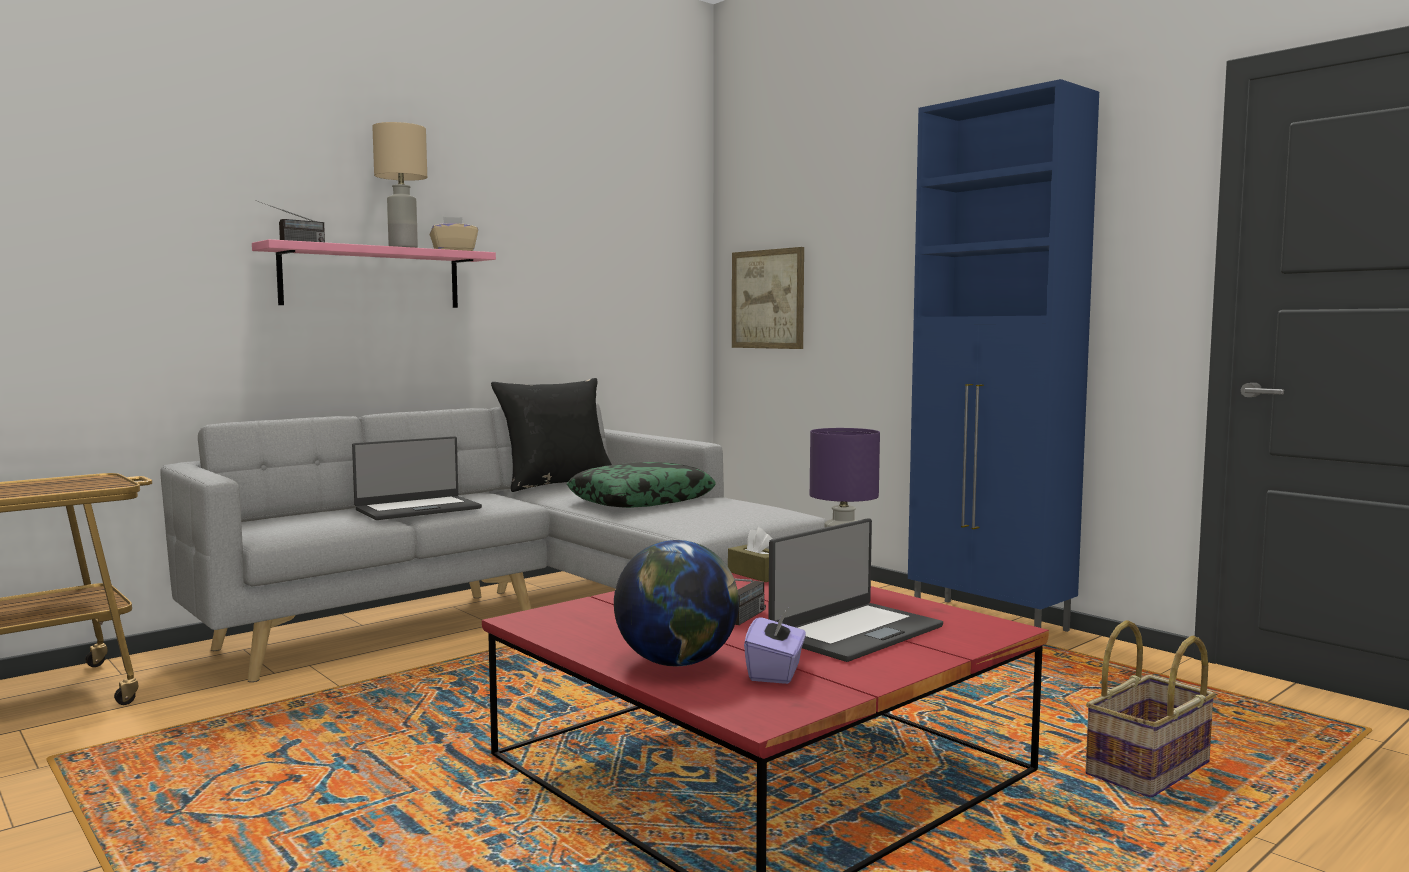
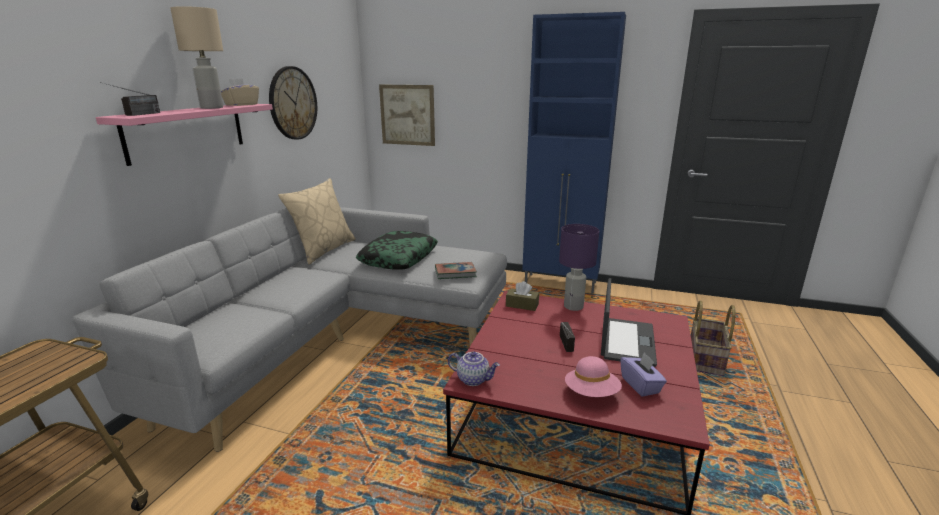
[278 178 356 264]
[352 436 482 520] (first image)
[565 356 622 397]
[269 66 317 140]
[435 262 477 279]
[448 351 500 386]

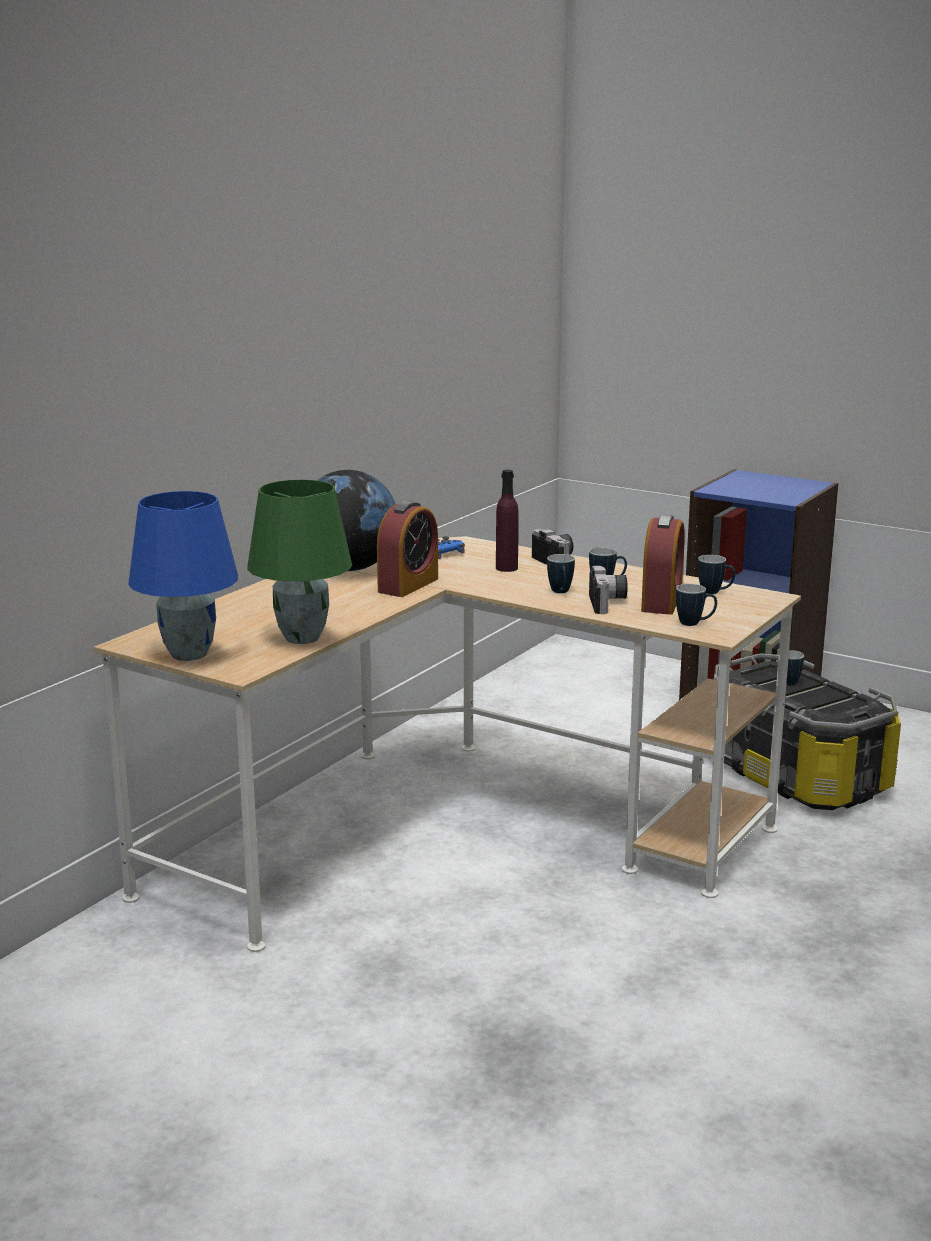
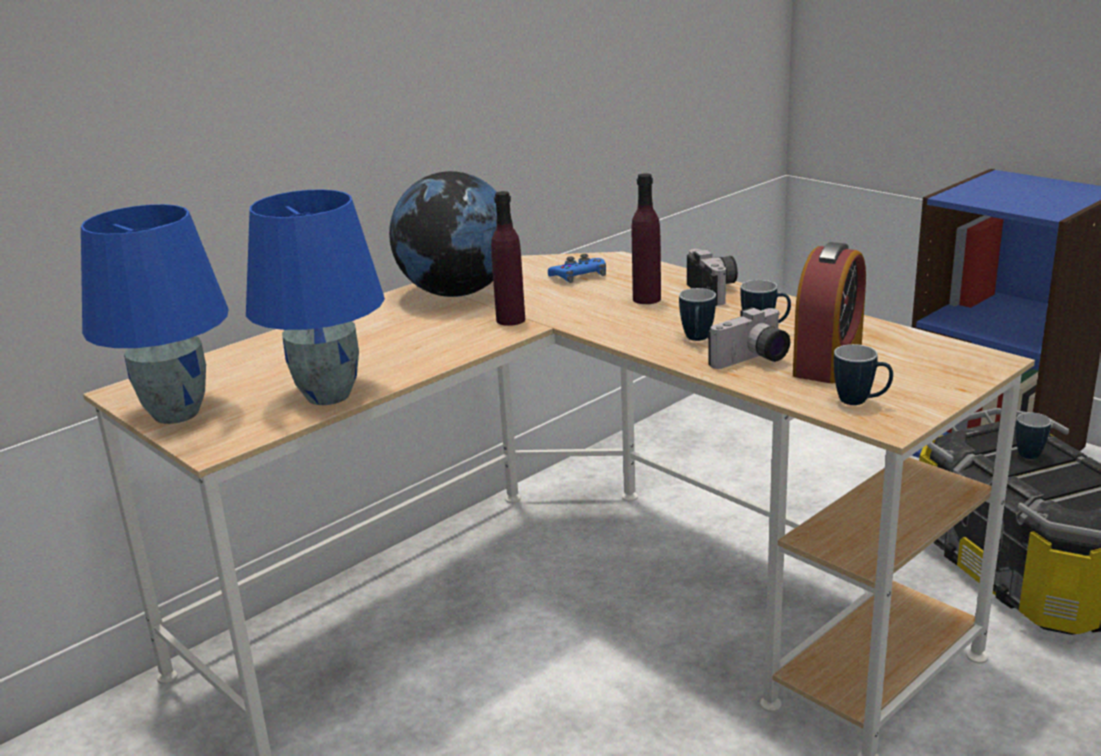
[246 189 385 405]
[491 191 525 326]
[698 555 735 594] (first image)
[708 307 790 369]

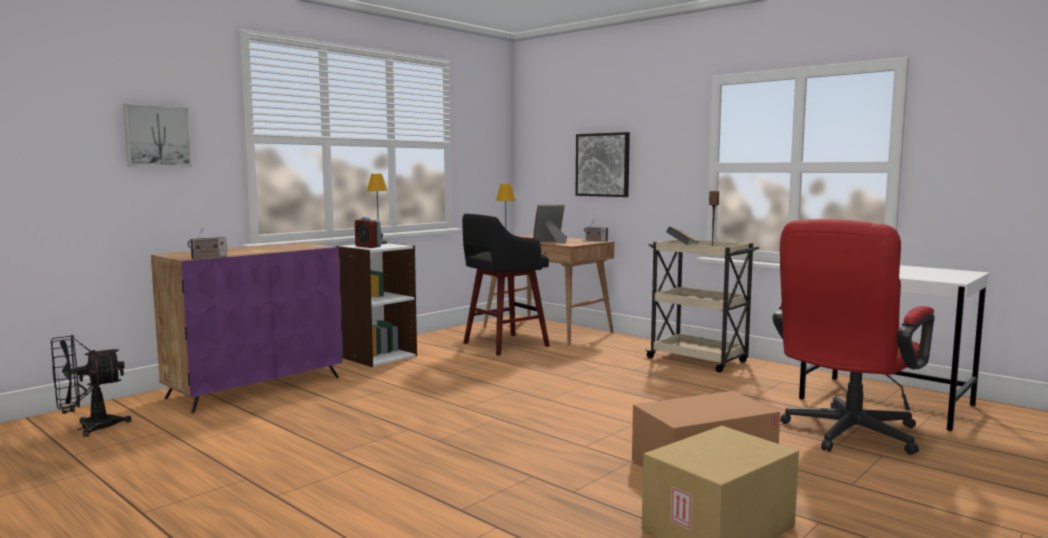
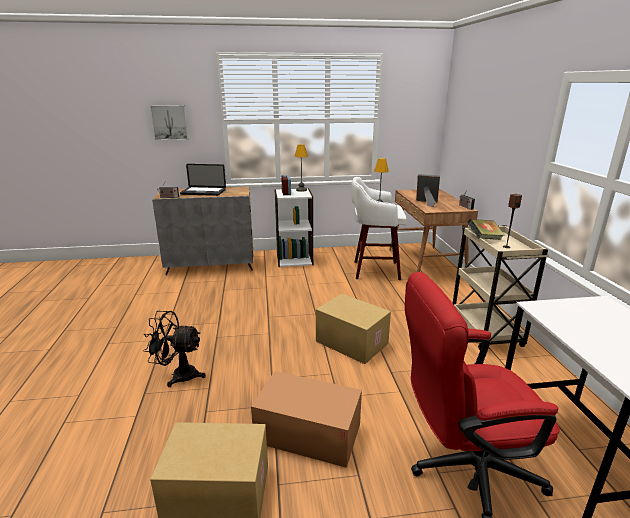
[576 132 630 197] (first image)
[351 177 407 280]
[152 187 253 275]
[143 311 206 387]
[180 164 226 196]
[316 294 391 364]

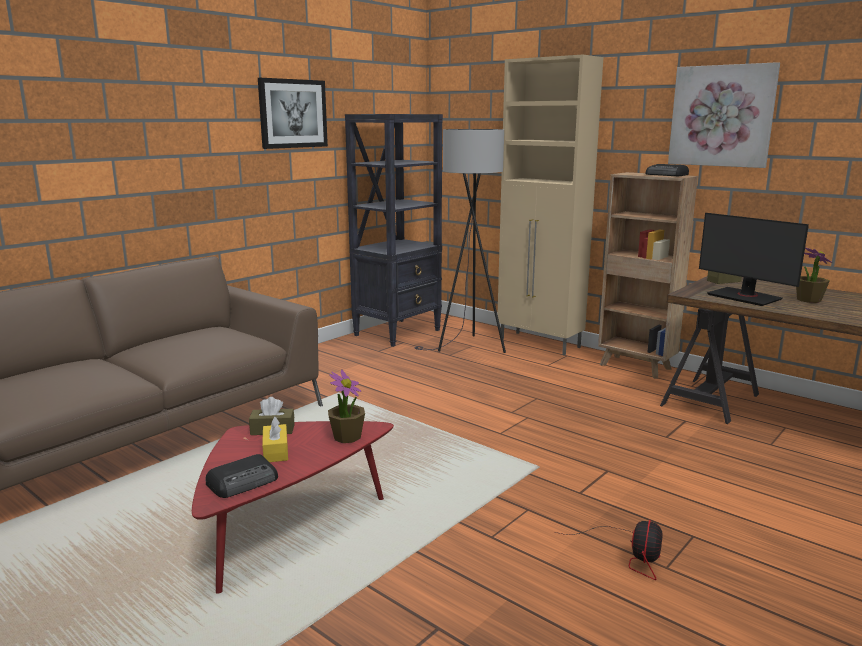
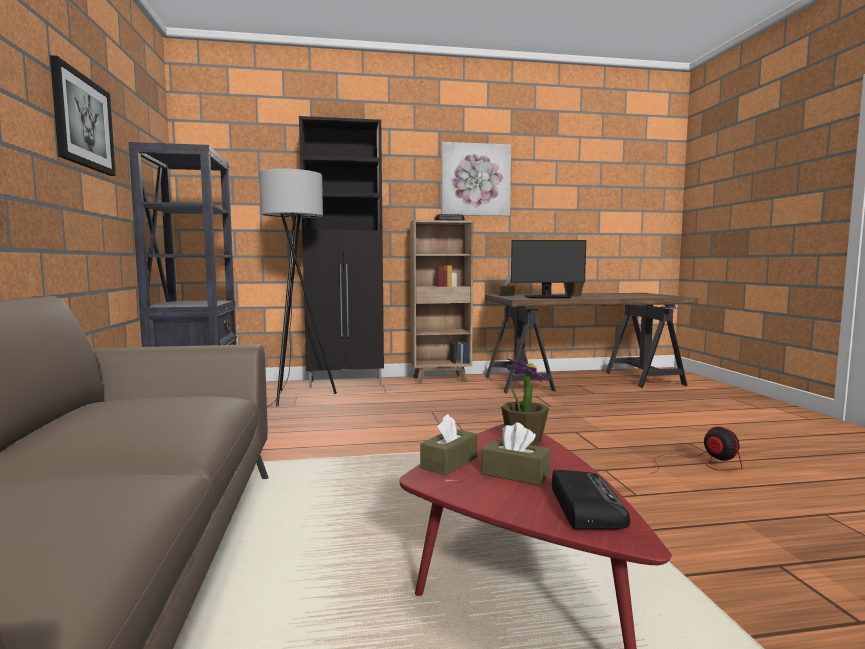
[299 116 384 388]
[482 422 551 486]

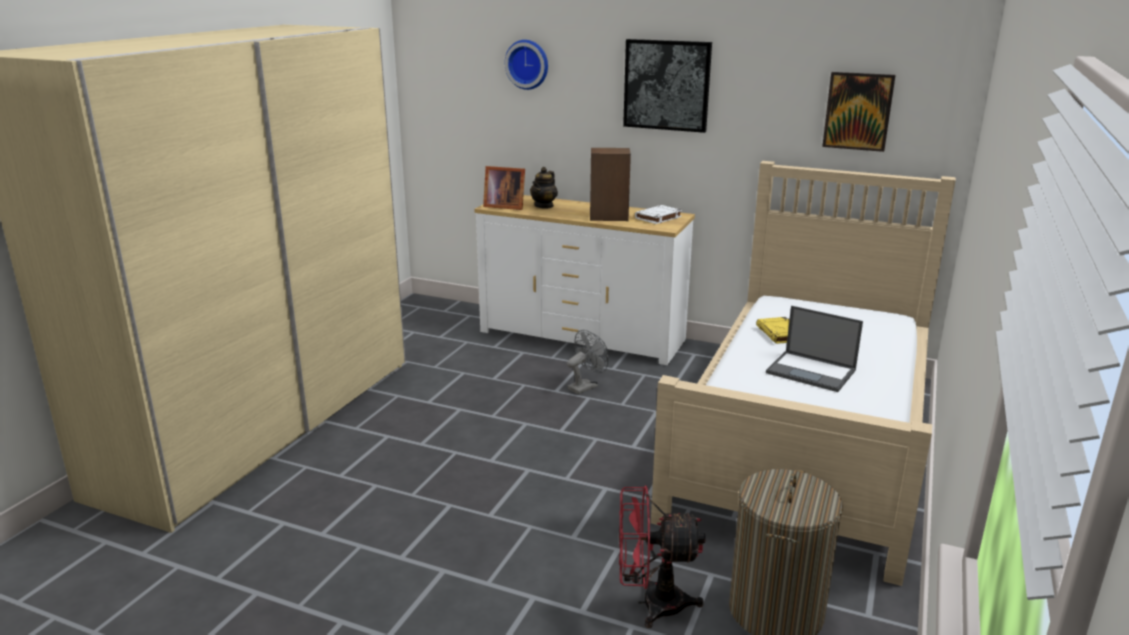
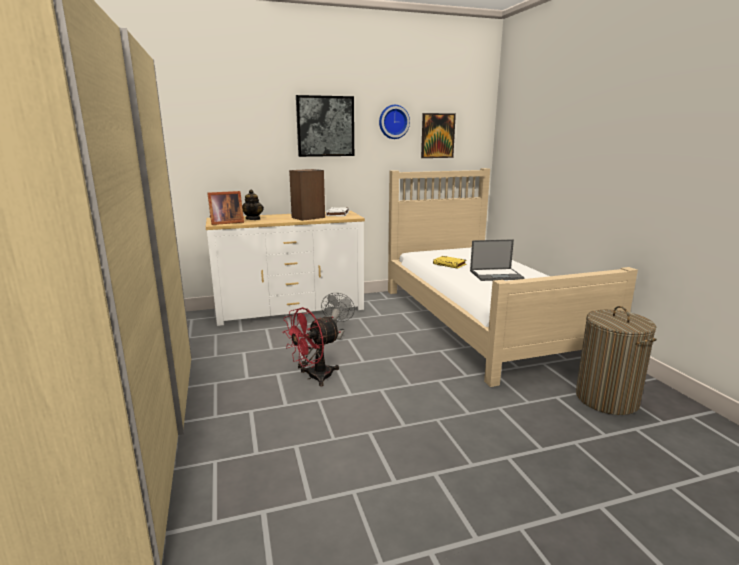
[379 105 410 139]
[282 307 340 386]

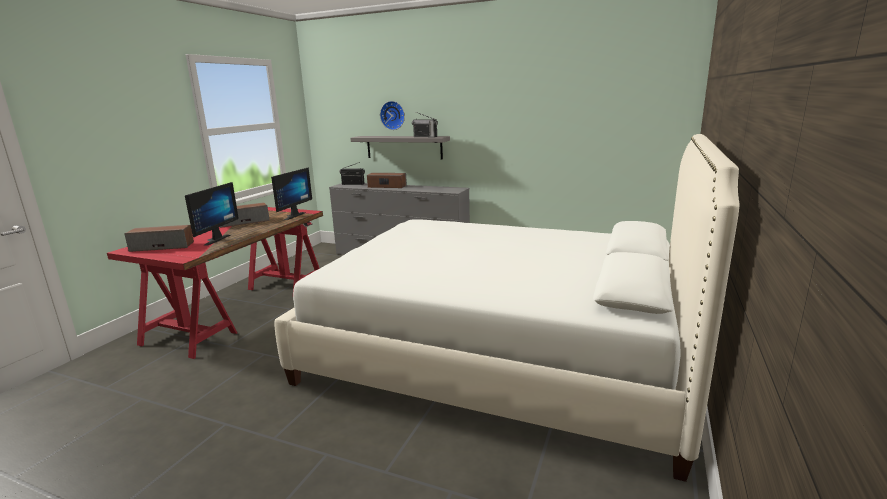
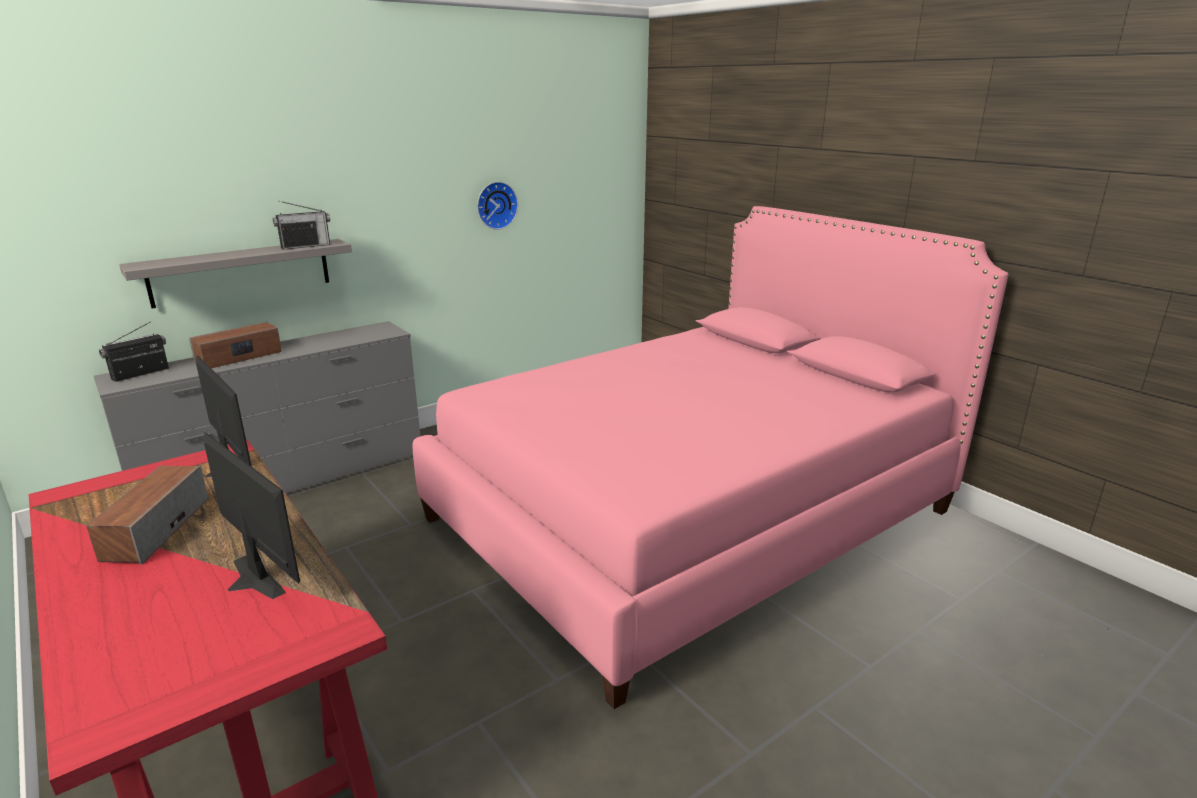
[477 182 518 230]
[413 206 1009 709]
[124 225 194 252] (first image)

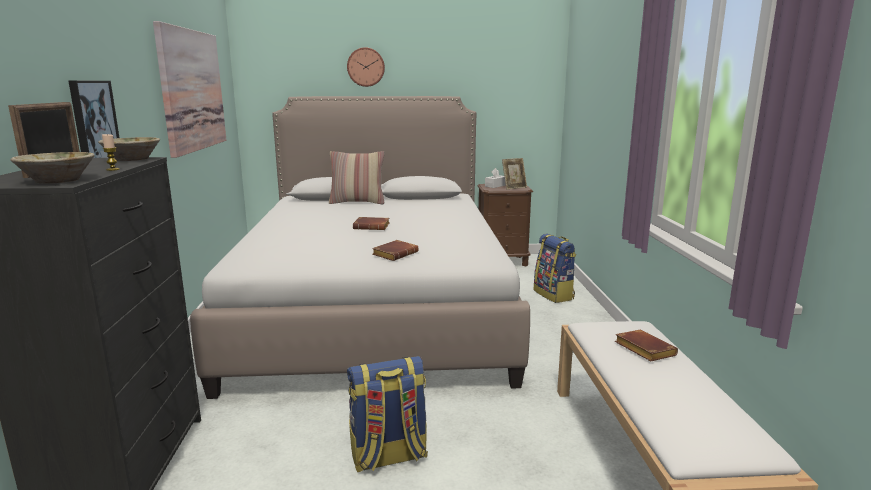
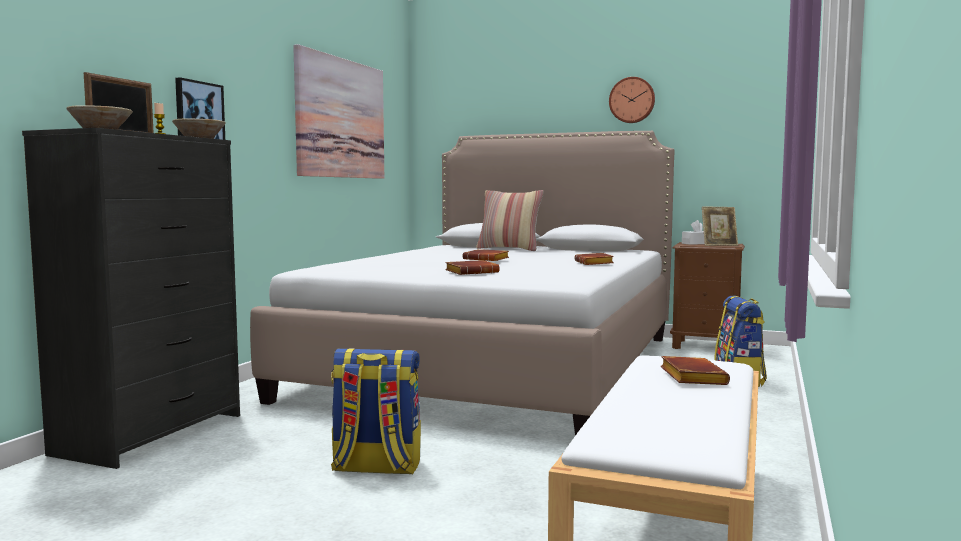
[609 77 655 123]
[574 253 614 265]

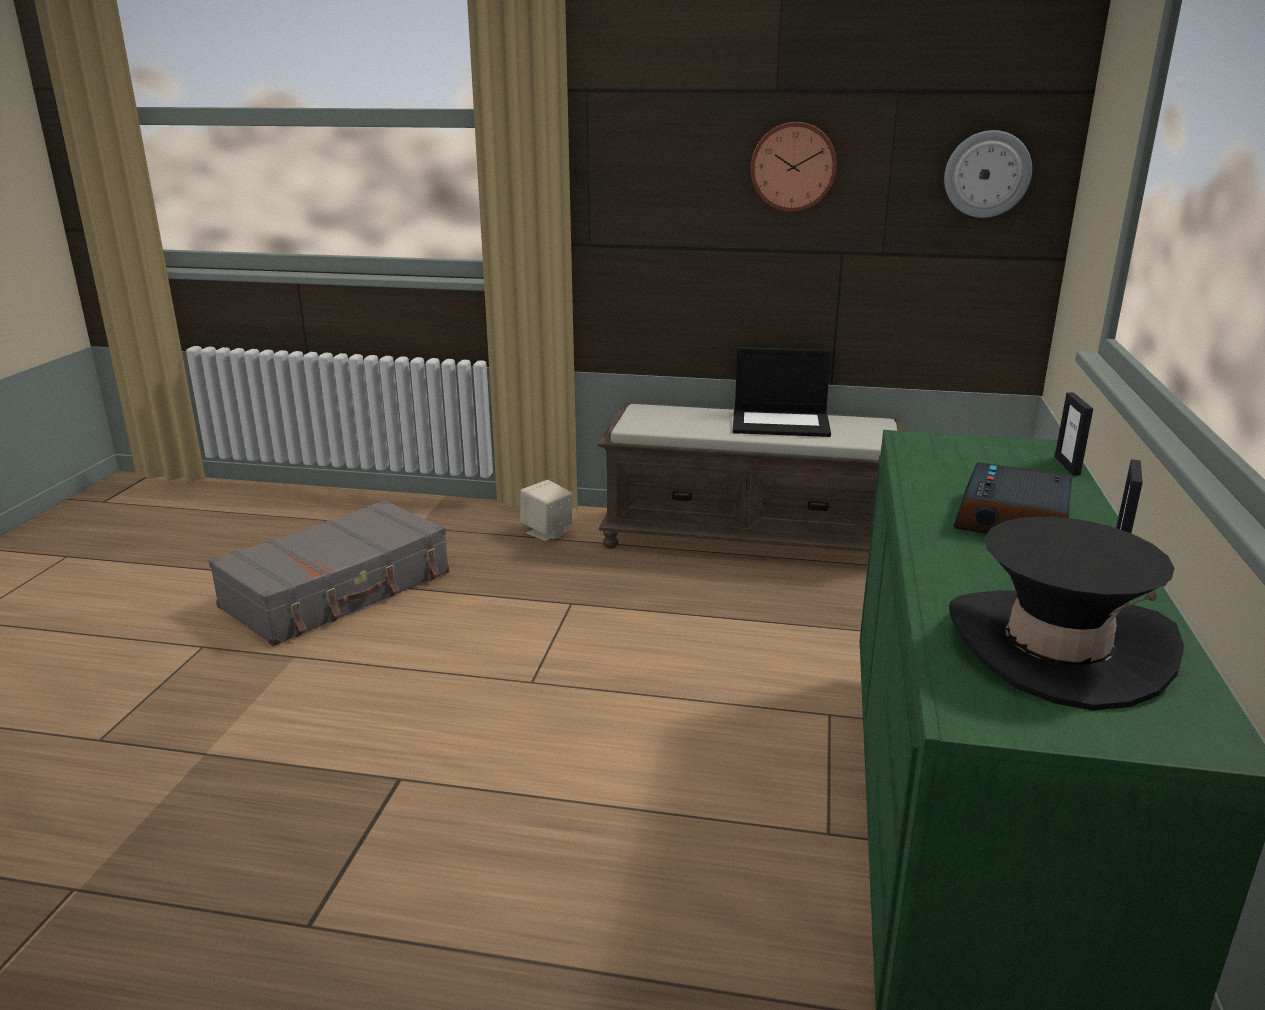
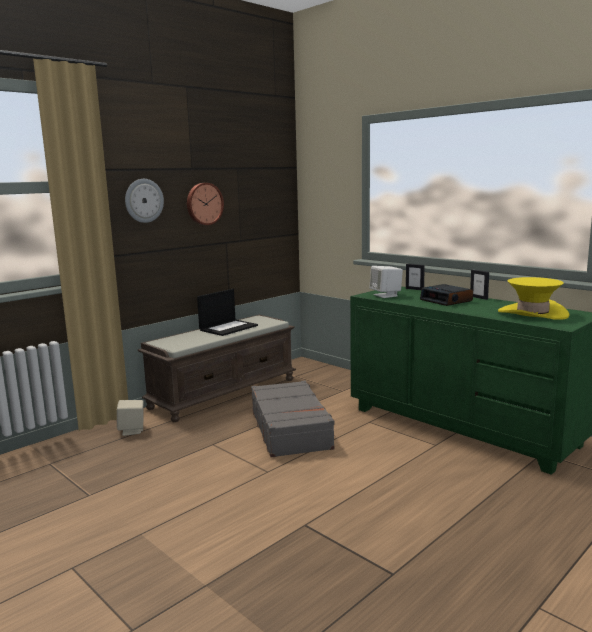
[125 179 164 223]
[251 381 336 458]
[498 277 569 320]
[369 266 403 298]

